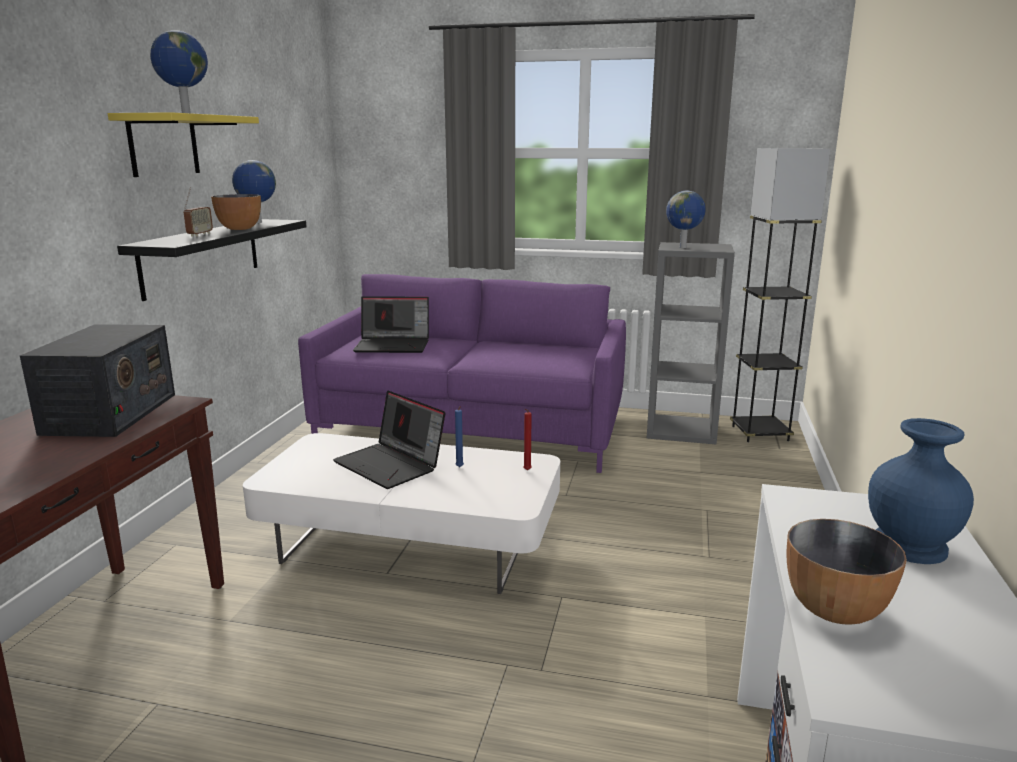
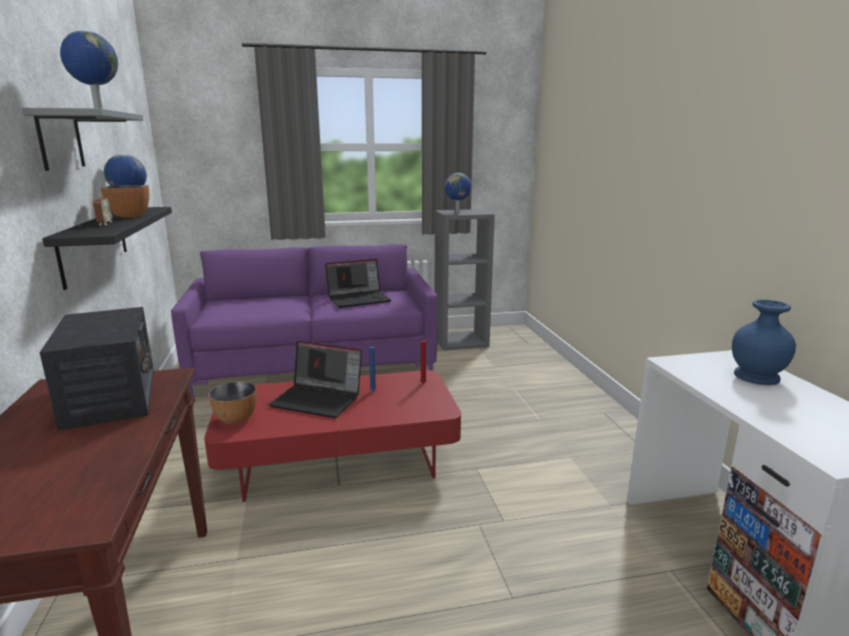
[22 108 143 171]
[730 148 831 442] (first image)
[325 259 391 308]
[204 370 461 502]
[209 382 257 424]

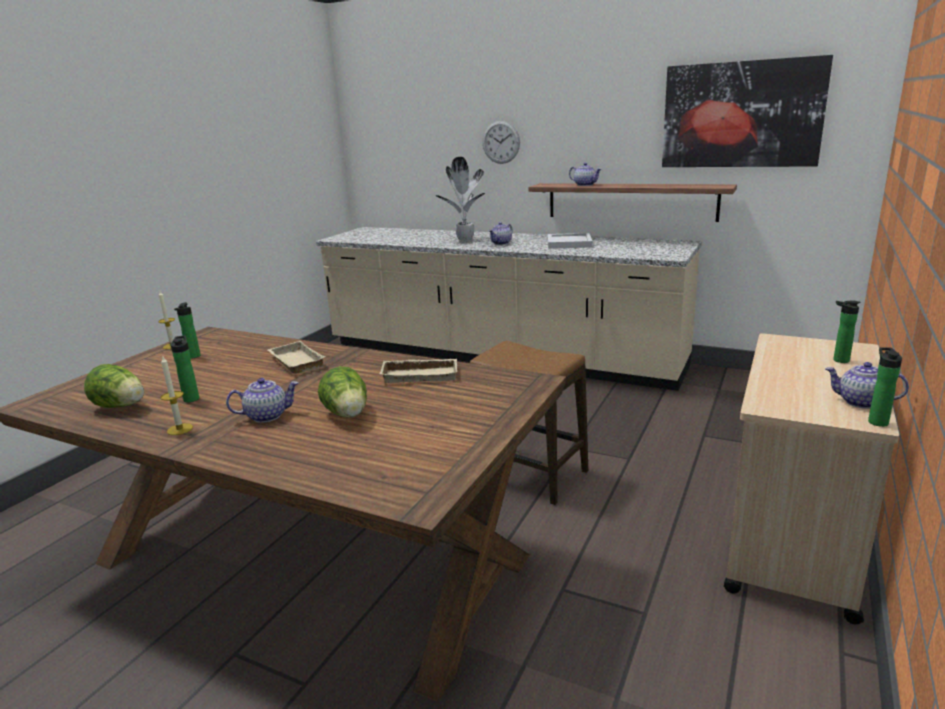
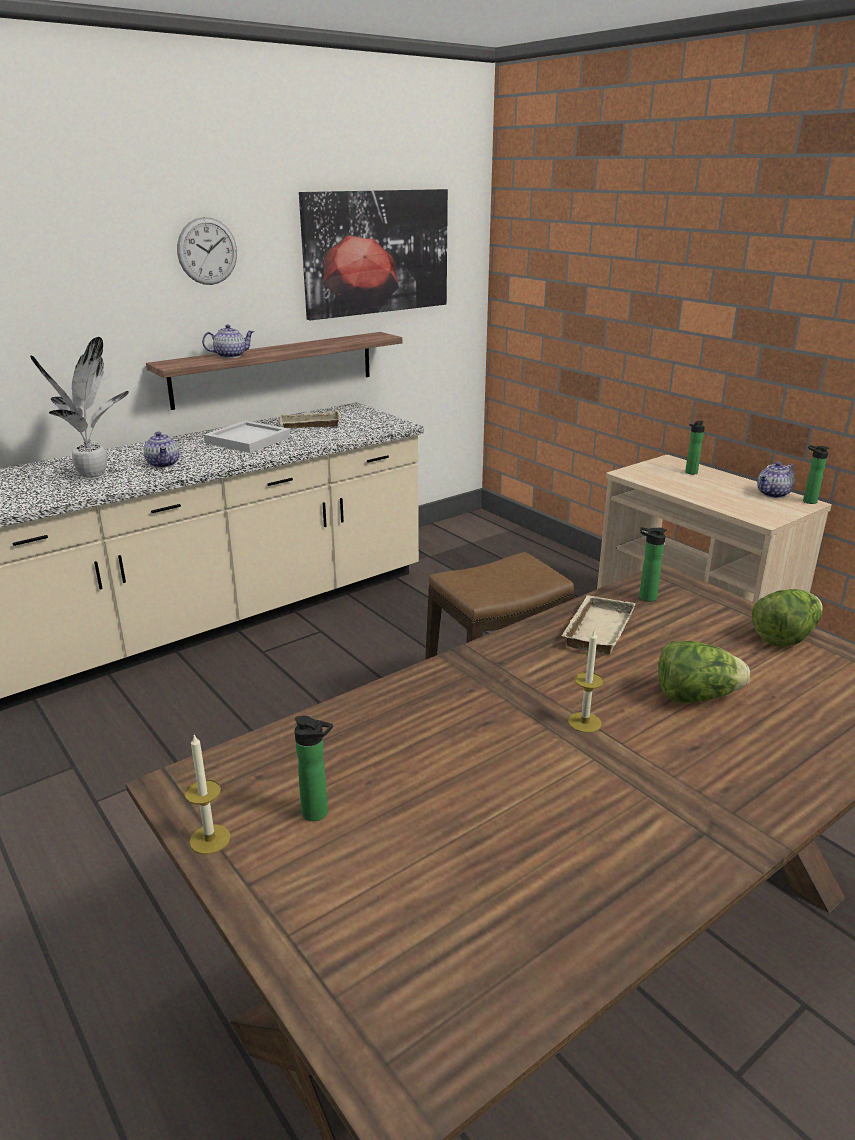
[177 217 237 285]
[639 527 667 602]
[280 410 341 428]
[568 631 604 733]
[752 589 822 647]
[226 378 299 423] (first image)

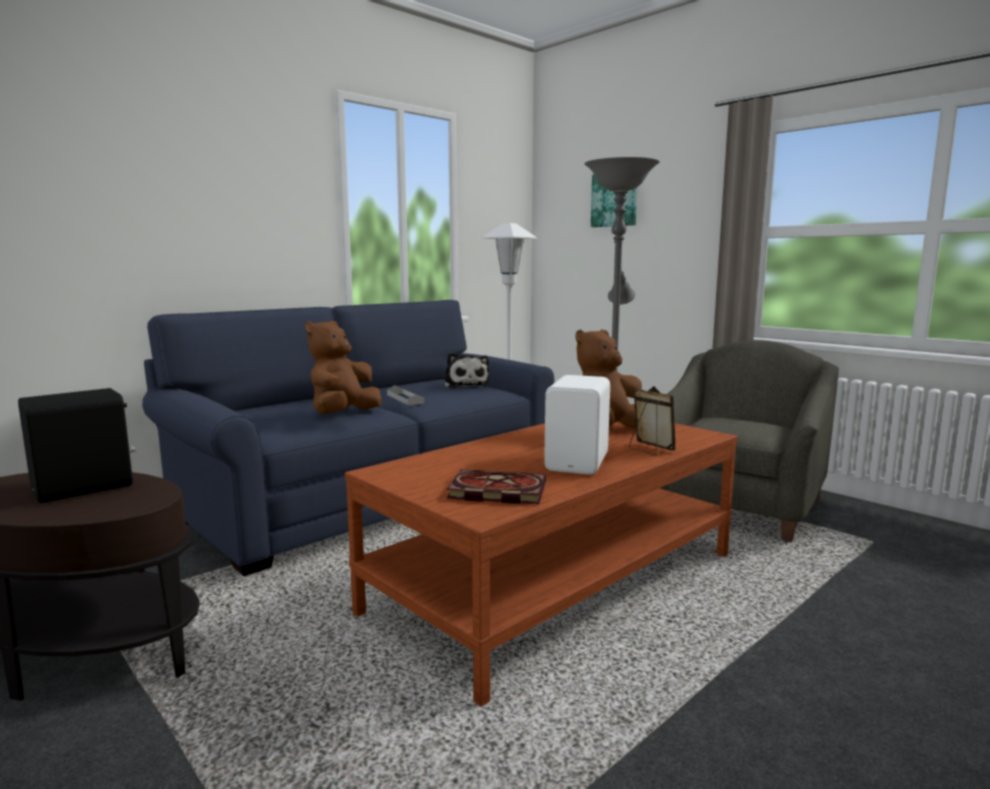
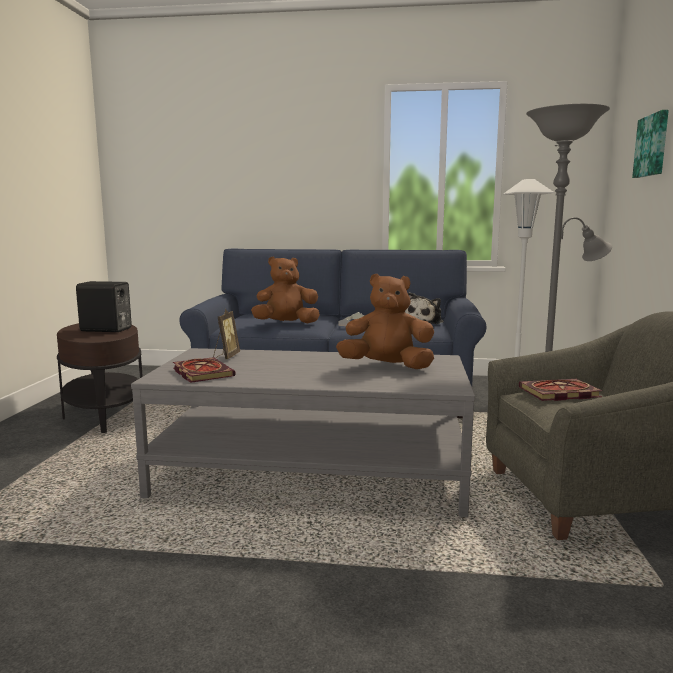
[544 375 610 475] (first image)
[213 309 240 359]
[131 348 475 517]
[519 379 602 401]

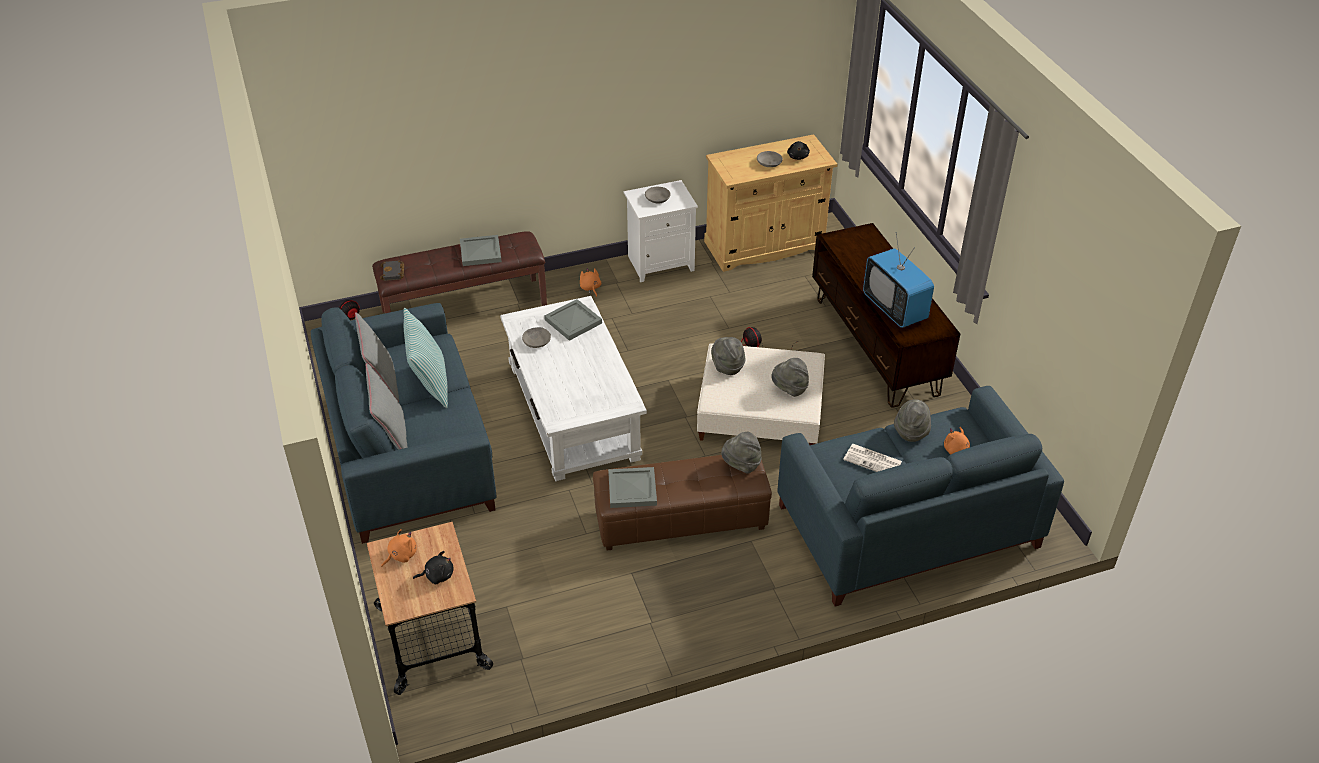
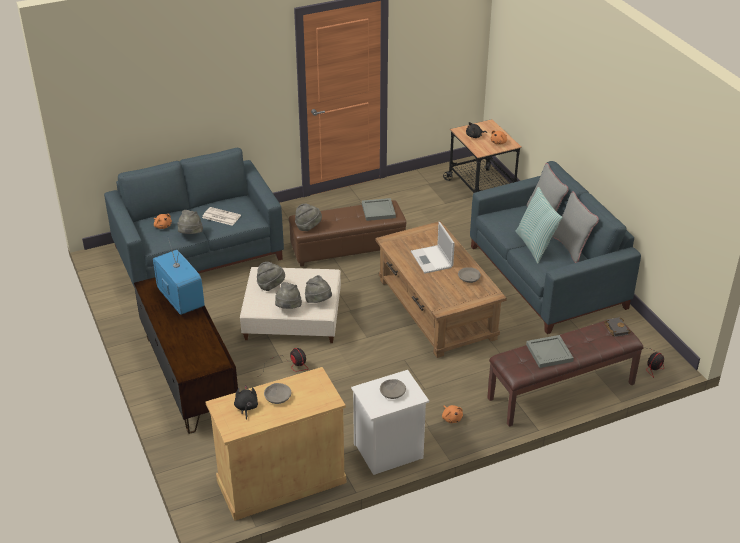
[375 221 507 358]
[544 299 602 341] (first image)
[411 222 455 274]
[275 282 302 309]

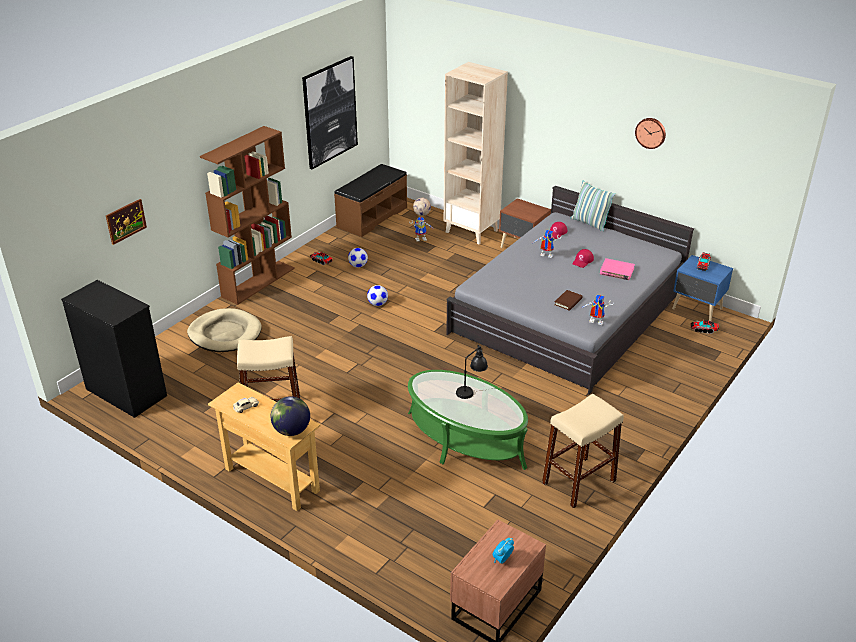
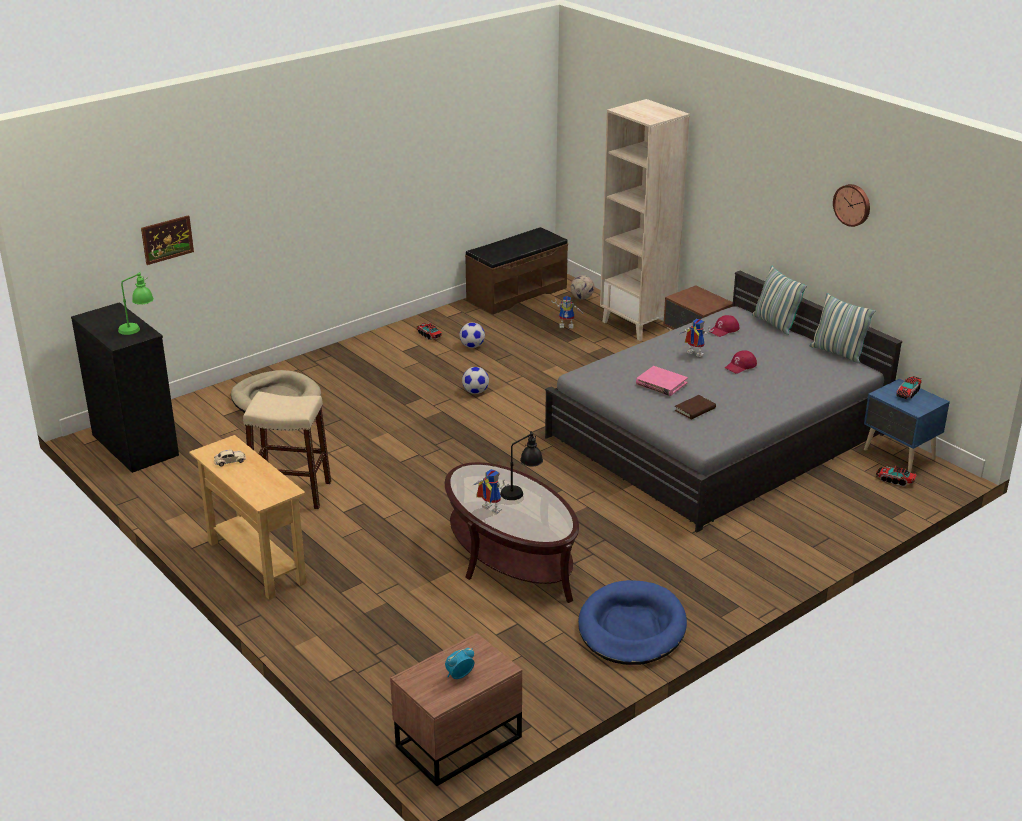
[302 56 358 169] (first image)
[200 126 295 305] (first image)
[636 366 688 396]
[472 469 509 514]
[445 462 579 603]
[578 580 687 665]
[271 396 310 436] (first image)
[118 273 154 335]
[810 293 876 363]

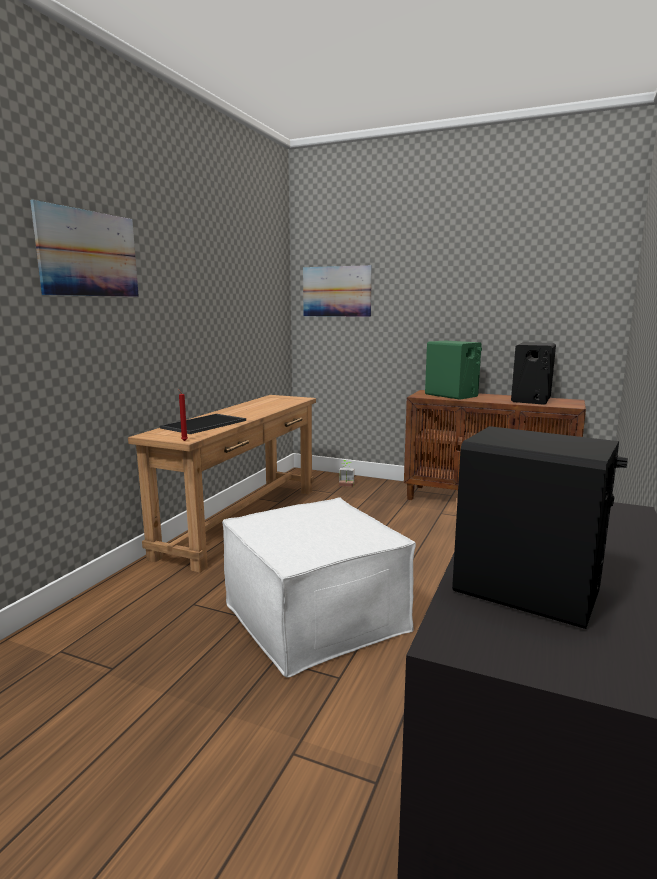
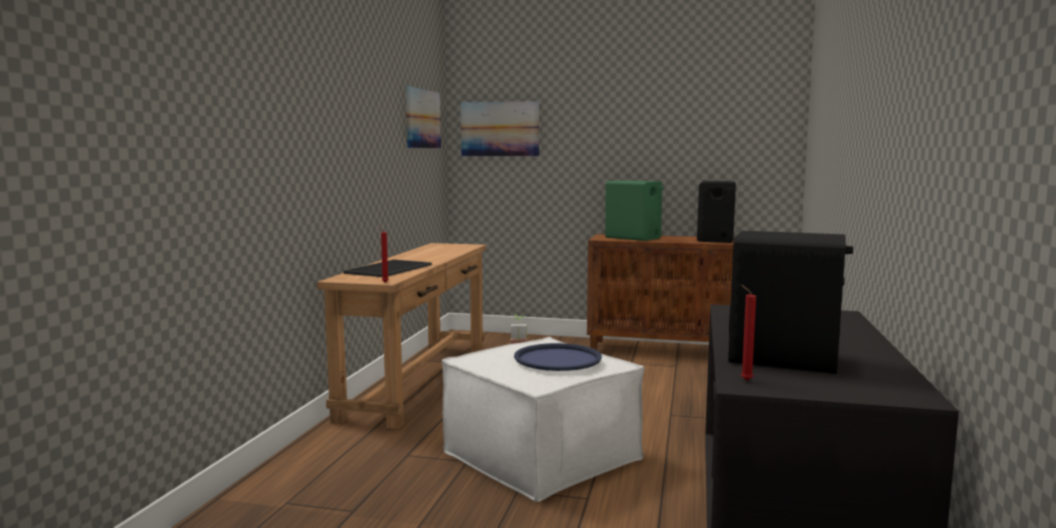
[406 86 441 148]
[741 285 756 381]
[514 343 602 371]

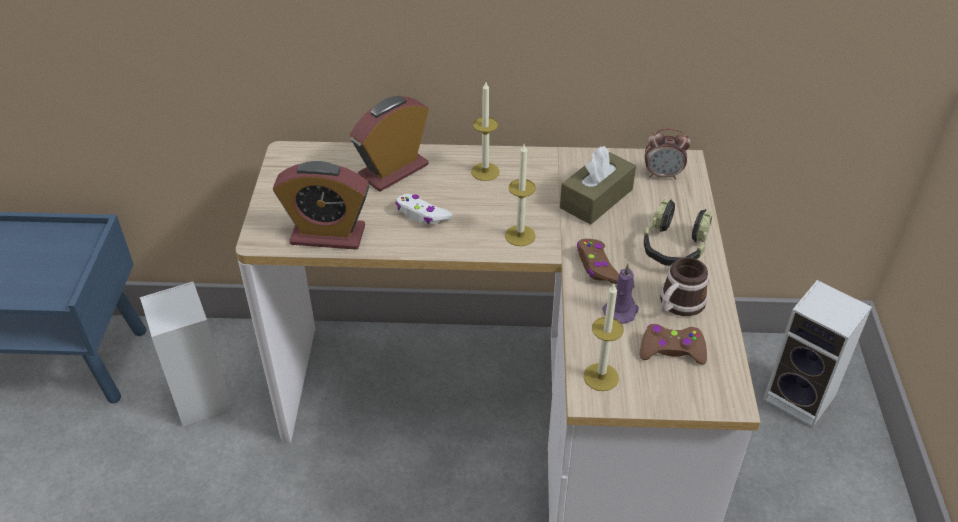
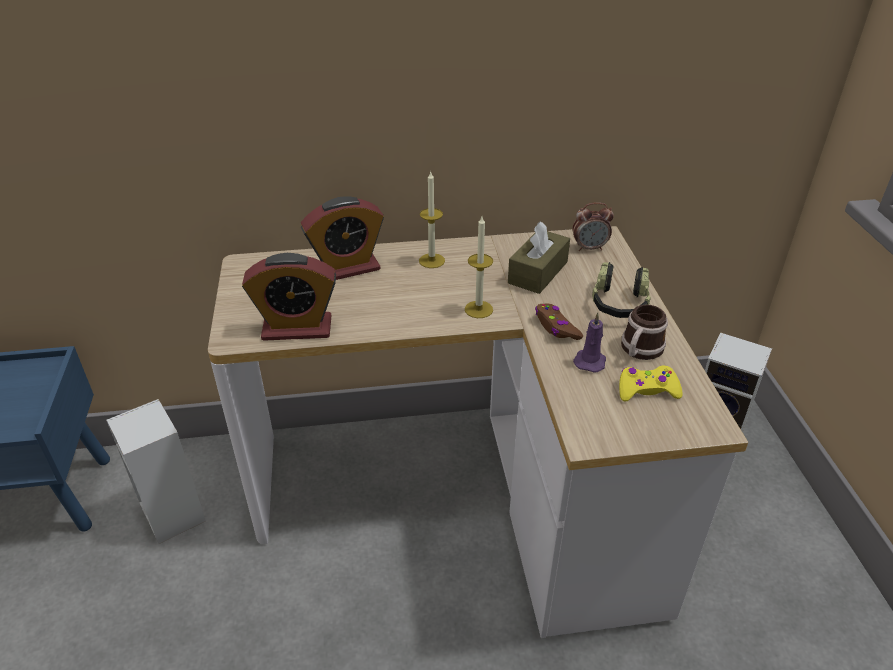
[301 197 384 280]
[395 194 452 225] (first image)
[584 284 624 391] (first image)
[619 366 683 402]

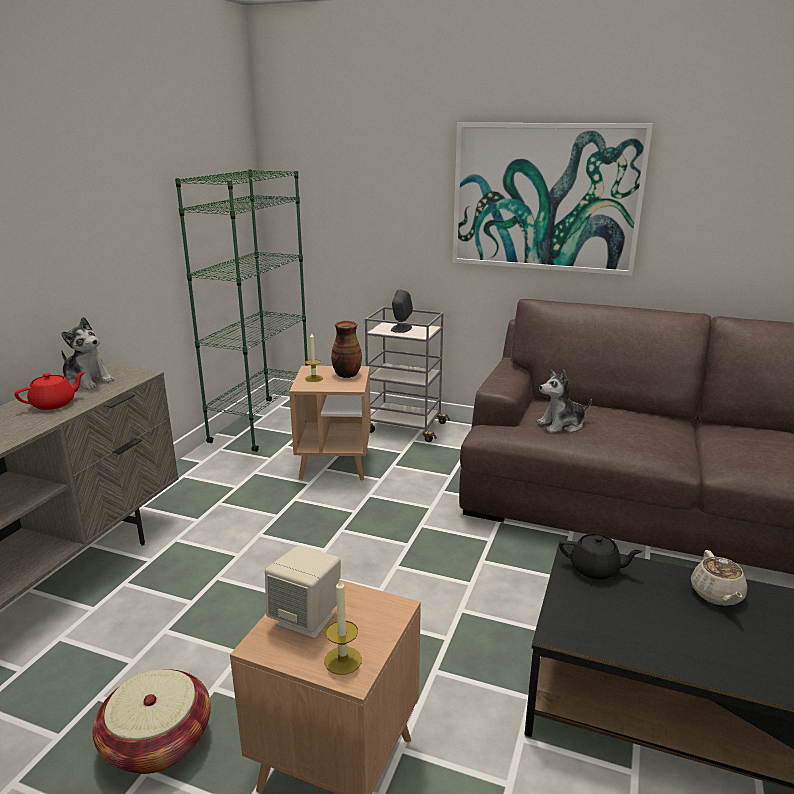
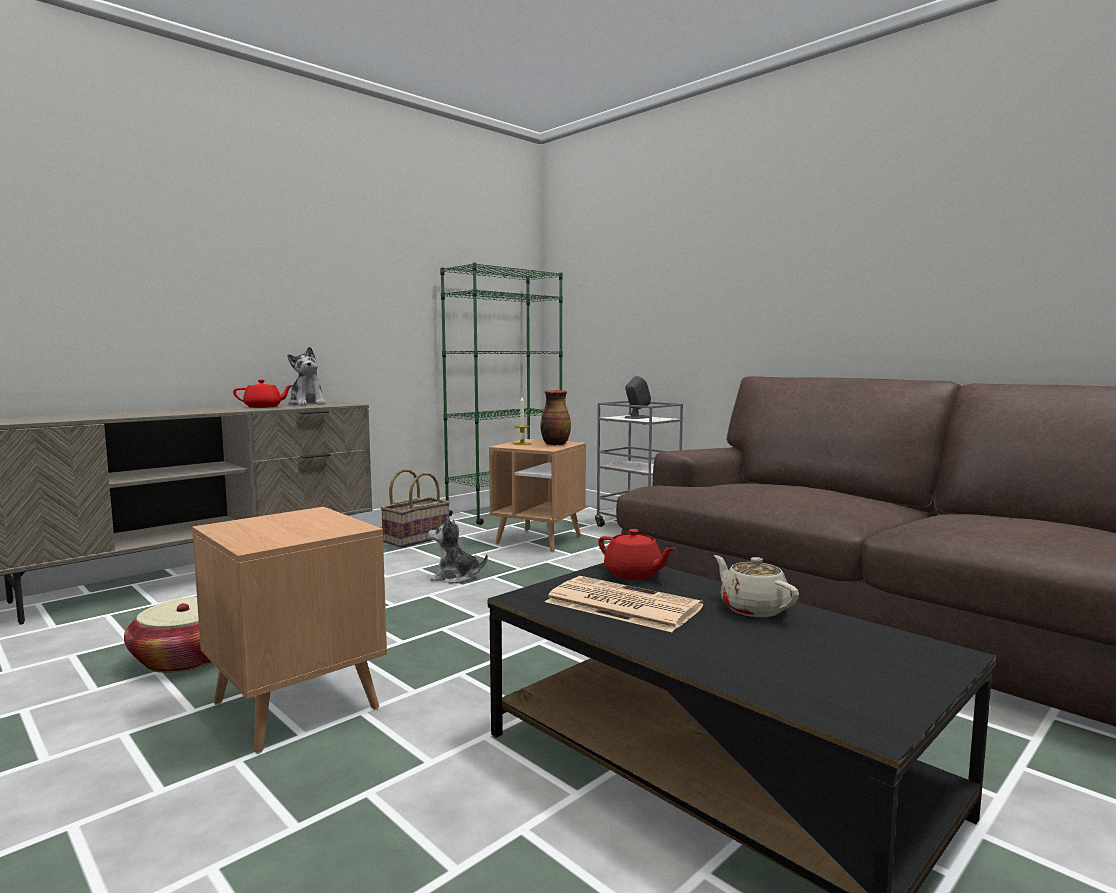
[453 123 653 276] (first image)
[428 517 488 584]
[598 529 676 580]
[265 545 341 639] (first image)
[714 555 799 617]
[324 579 362 675] (first image)
[380 469 450 548]
[545 576 704 632]

